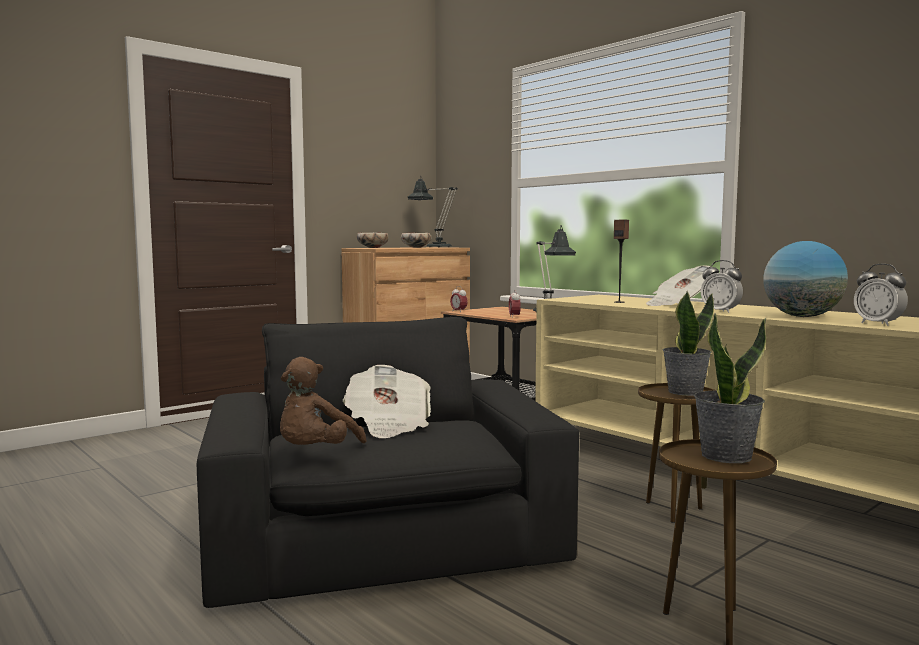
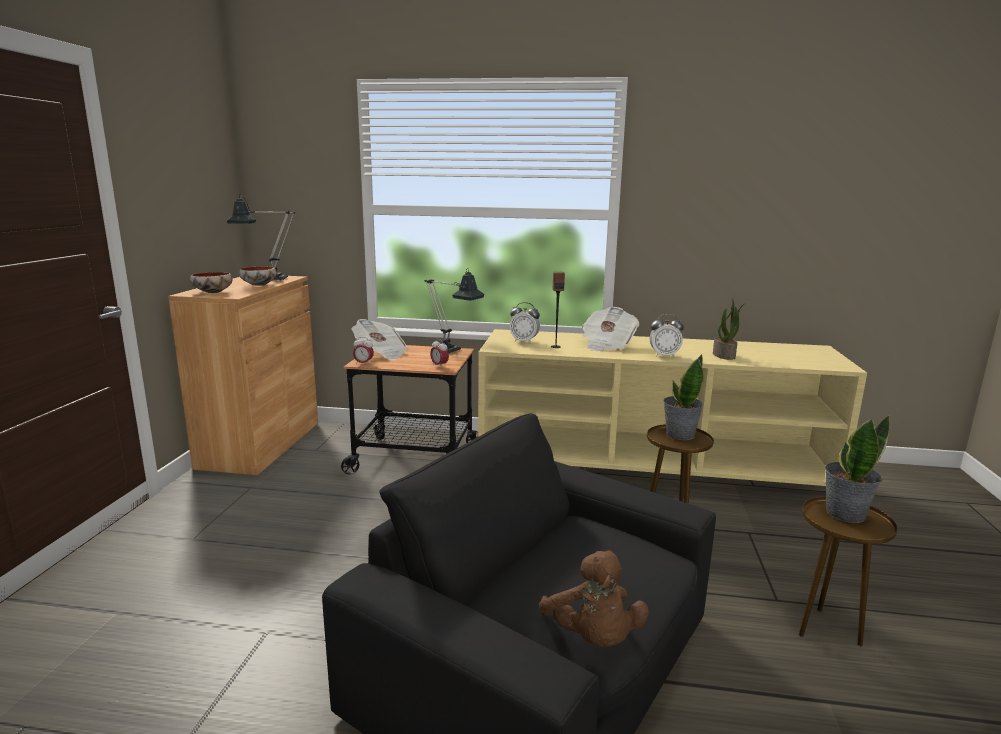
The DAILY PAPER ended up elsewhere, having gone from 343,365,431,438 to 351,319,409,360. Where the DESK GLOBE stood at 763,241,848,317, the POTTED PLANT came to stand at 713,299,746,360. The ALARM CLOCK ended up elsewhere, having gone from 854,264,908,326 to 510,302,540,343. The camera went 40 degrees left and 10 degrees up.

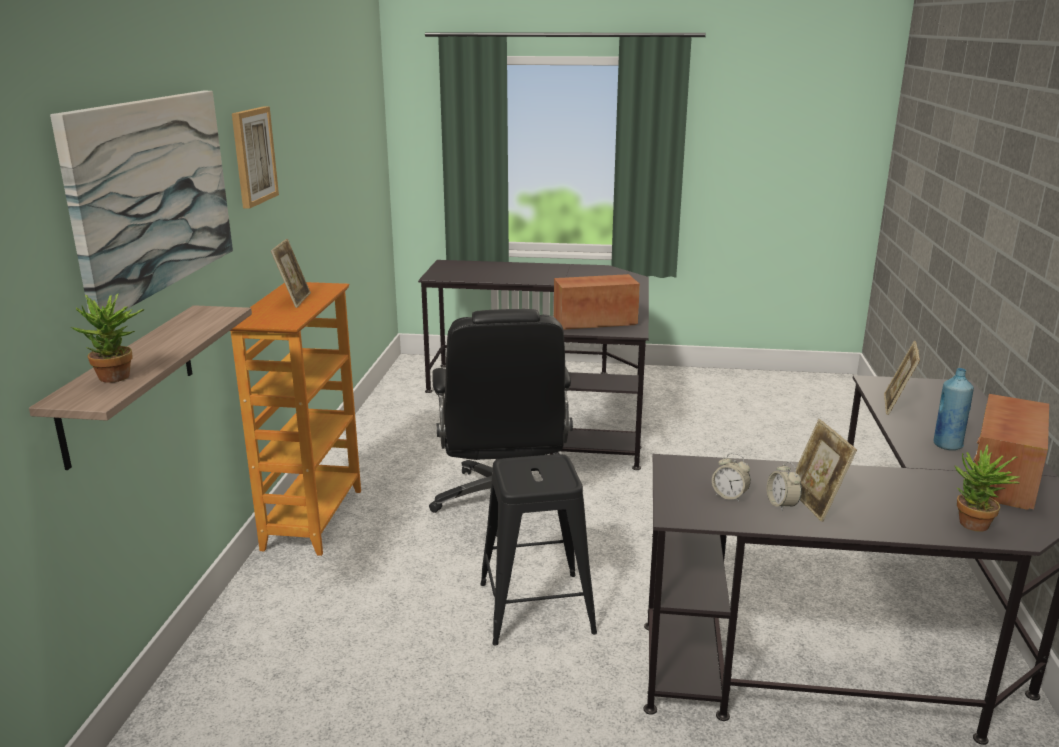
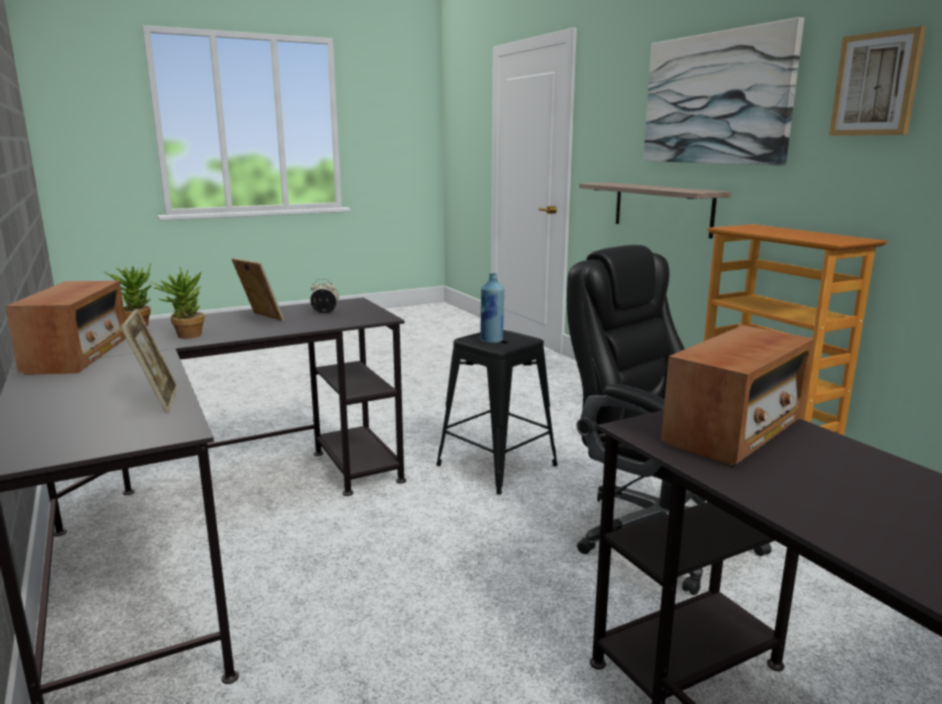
The POTTED PLANT ended up elsewhere, having gone from 71,293,145,383 to 150,267,205,339. The second view lost the PHOTO FRAME at 271,239,311,308. The second view lost the ALARM CLOCK at 767,461,802,512. The BLUISH DRINK BOTTLE ended up elsewhere, having gone from 933,368,974,450 to 480,273,504,344. The camera went 145 degrees right and 5 degrees down.

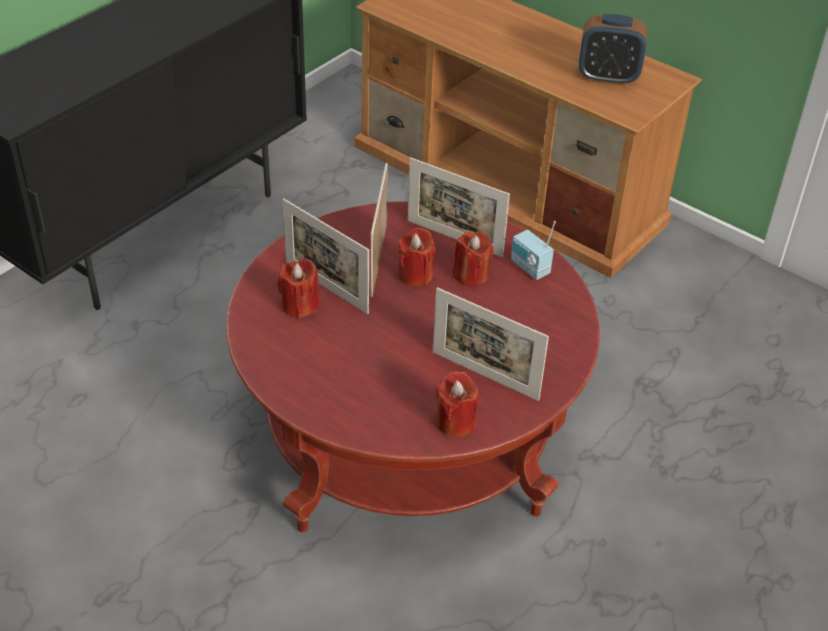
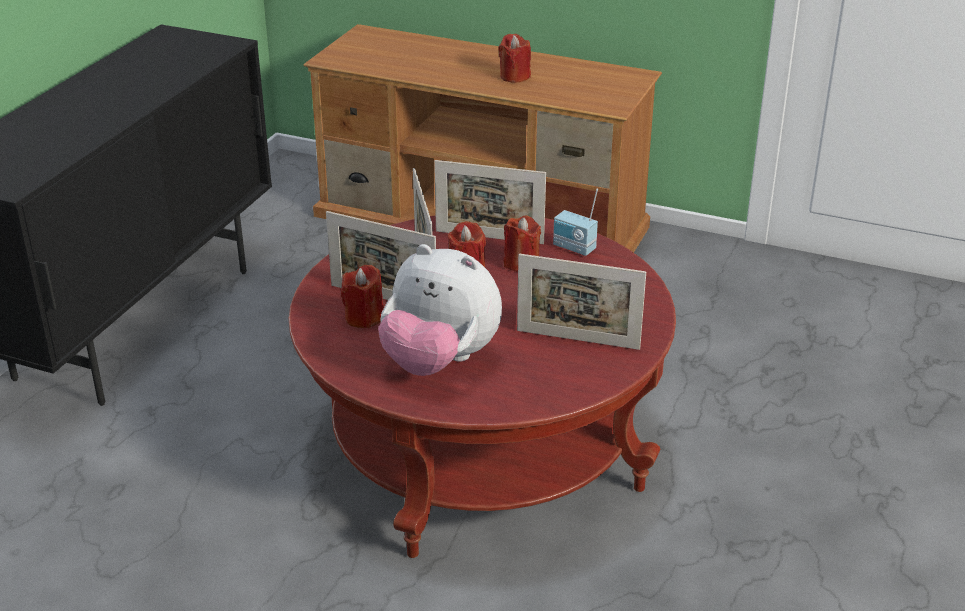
The RED CANDLE ended up elsewhere, having gone from 436,371,478,437 to 499,34,531,83. The second view lost the ALARM CLOCK at 579,14,647,86. The second view gained the SOFT TOY at 378,244,502,376. The camera went 15 degrees left and 10 degrees down.

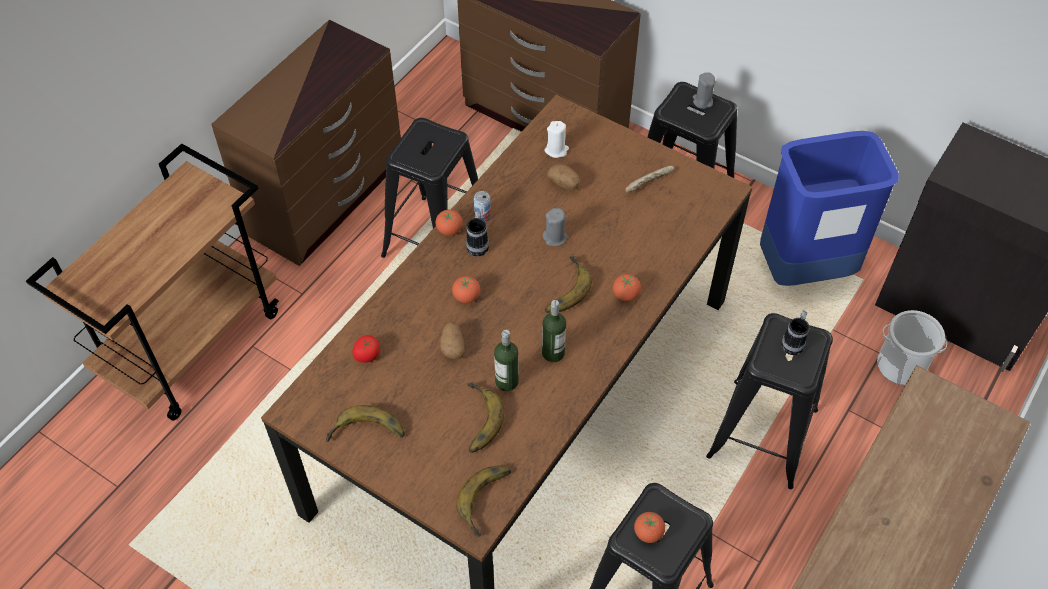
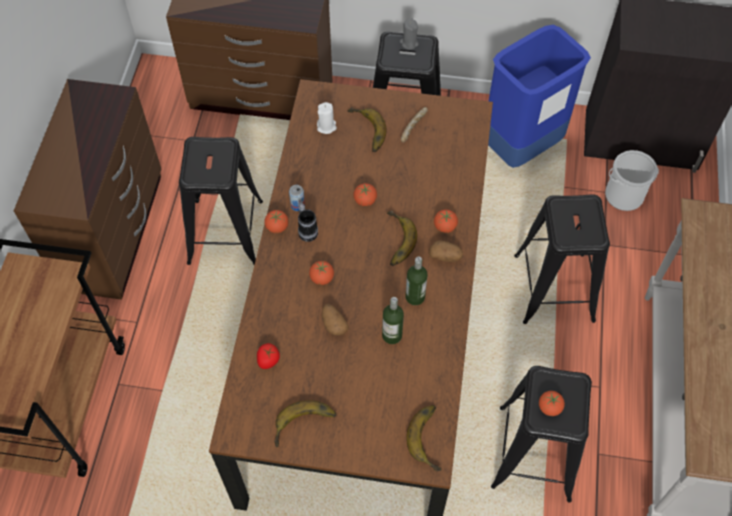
The BANANA ended up elsewhere, having gone from 468,382,504,453 to 348,107,386,152. Where the GREYISH CANDLE stood at 543,208,568,246, the FRESH TOMATO came to stand at 354,183,377,206. The SPUD ended up elsewhere, having gone from 547,164,580,190 to 429,240,463,262. The second view lost the MUG at 781,311,809,355. The camera went 25 degrees left and 5 degrees up.

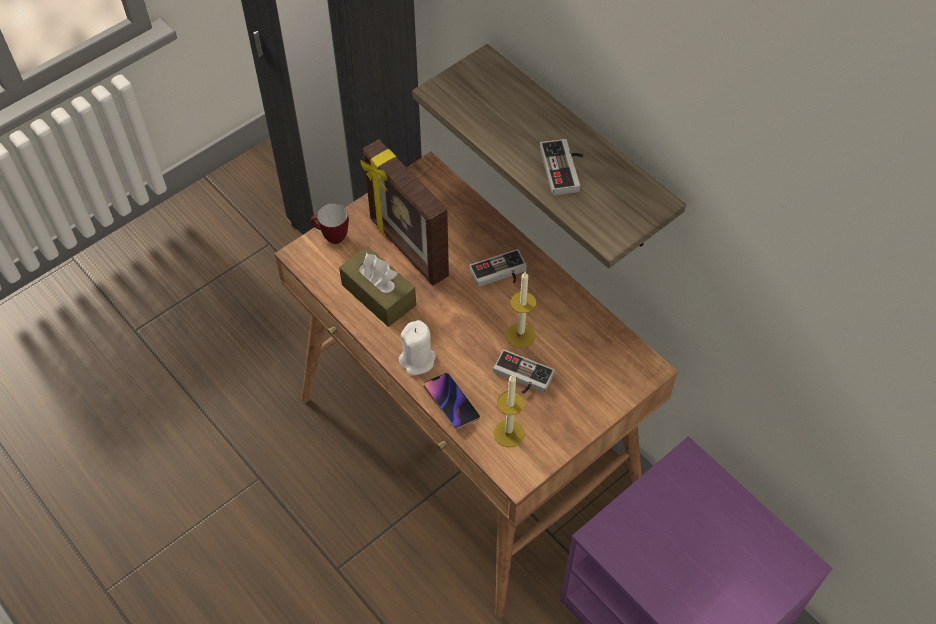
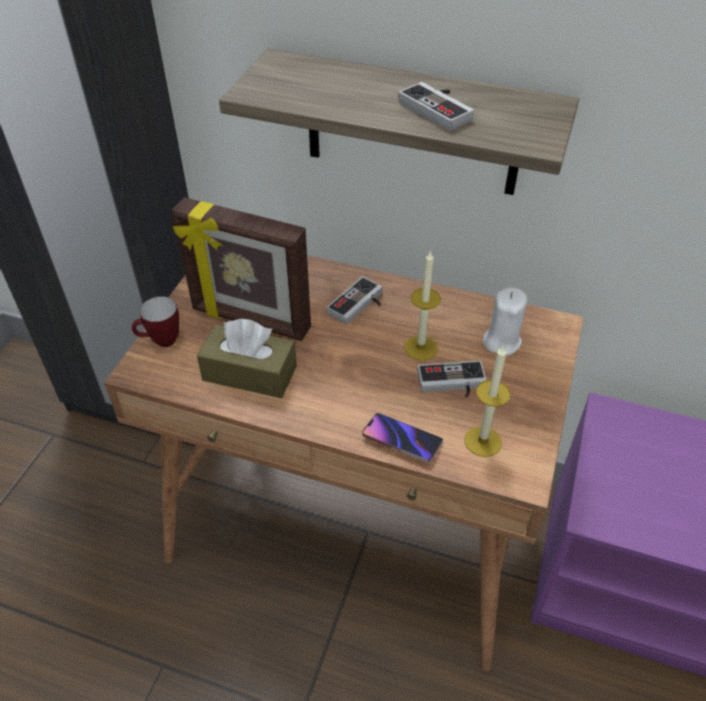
The WHITE CANDLE ended up elsewhere, having gone from 399,320,436,375 to 483,287,527,356. The camera went 30 degrees left and 10 degrees down.

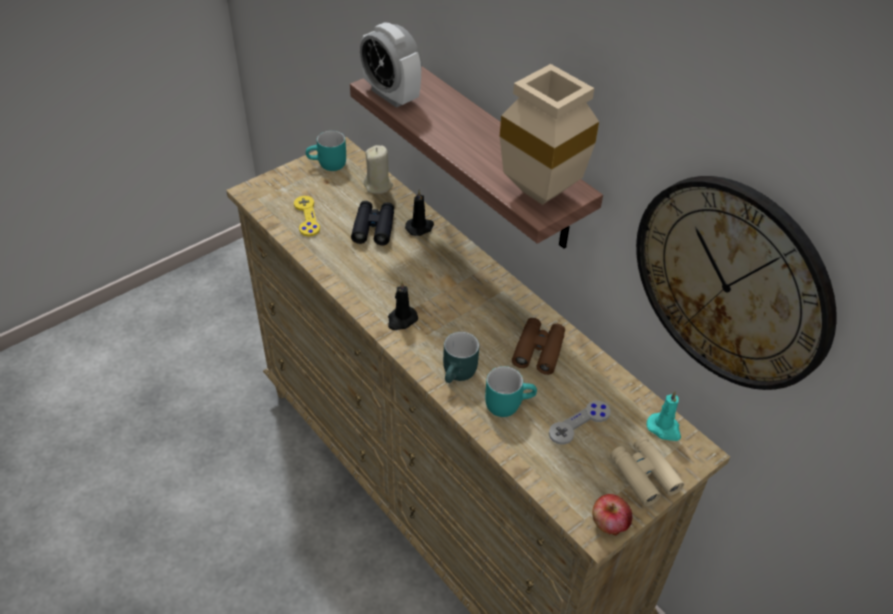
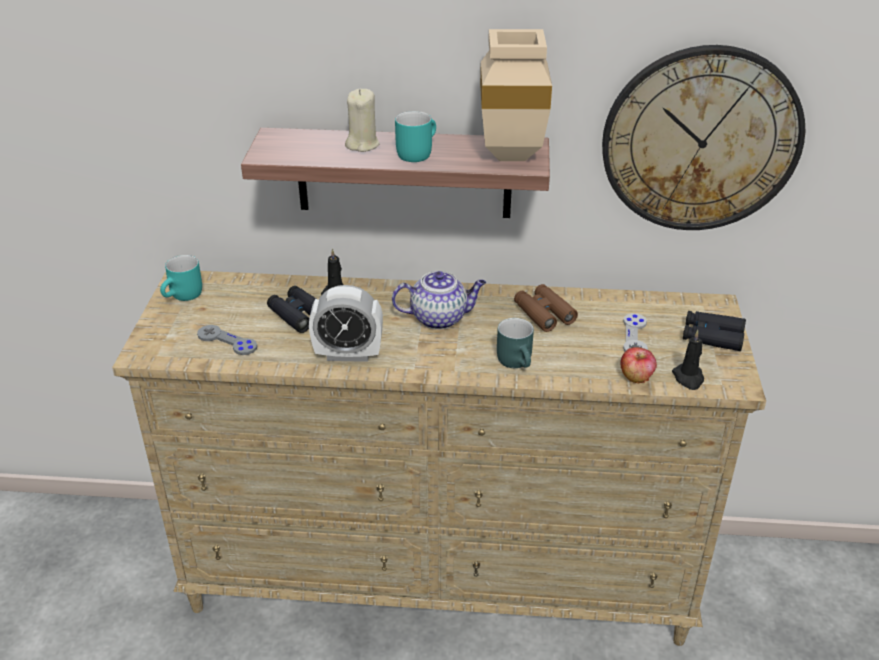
What was the YELLOW GAME CONTROLLER at 294,196,320,237 turned into the GREYISH GAME CONTROLLER at 197,325,257,355. The ALARM CLOCK ended up elsewhere, having gone from 360,23,422,108 to 309,285,383,362. The SAND-COLOURED CANDLE ended up elsewhere, having gone from 364,145,393,194 to 345,89,380,152. The BLACK-COLOURED CANDLE ended up elsewhere, having gone from 388,281,418,330 to 672,330,704,390. The TURQUOISE-COLOURED MUG ended up elsewhere, having gone from 485,366,537,417 to 395,111,436,162. The WHOLE APPLE ended up elsewhere, having gone from 592,494,633,536 to 620,347,657,384. What was the SAND-COLOURED FIELD GLASSES at 610,436,684,506 turned into the BLACK-COLOURED FIELD GLASSES at 683,311,746,351. The second view lost the TURQUOISE-COLOURED CANDLE at 647,391,681,441. The second view gained the TEAPOT at 392,271,486,330. The camera went 45 degrees left and 10 degrees down.

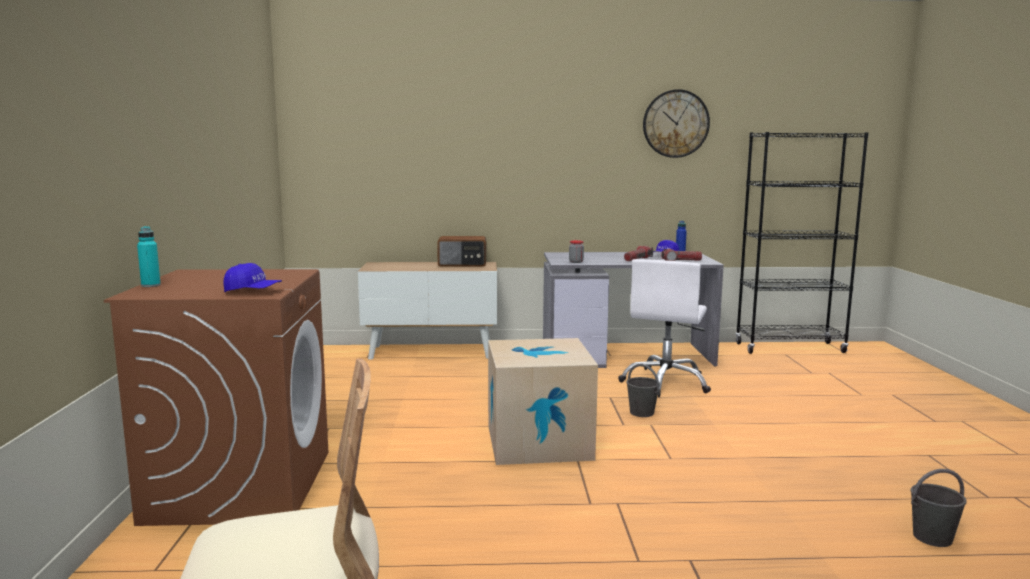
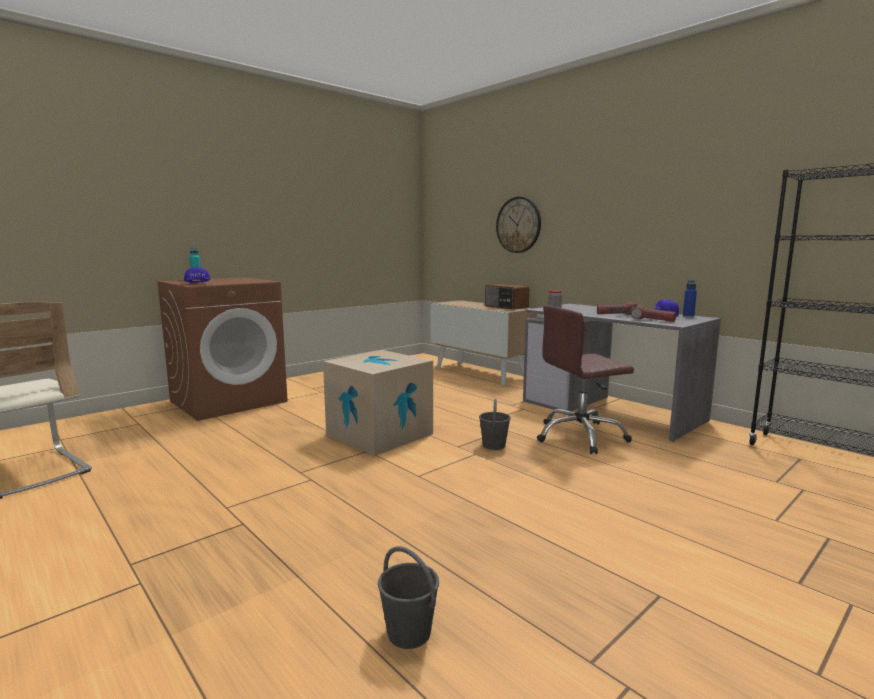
What was the WHITE DESK CHAIR at 618,259,711,397 turned into the BROWN-COLOURED DESK CHAIR at 537,305,634,454. The CLOCK ON THE WALL ended up elsewhere, having gone from 643,89,710,158 to 496,197,541,253. The camera went 50 degrees right and 0 degrees up.

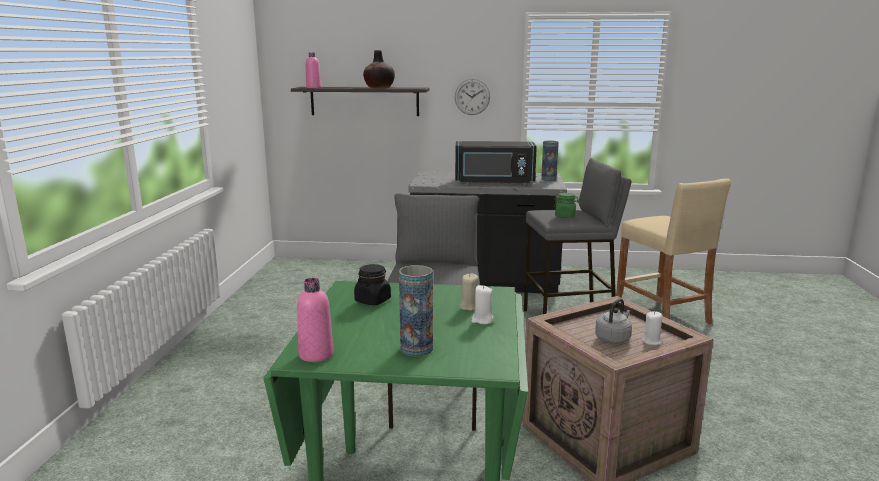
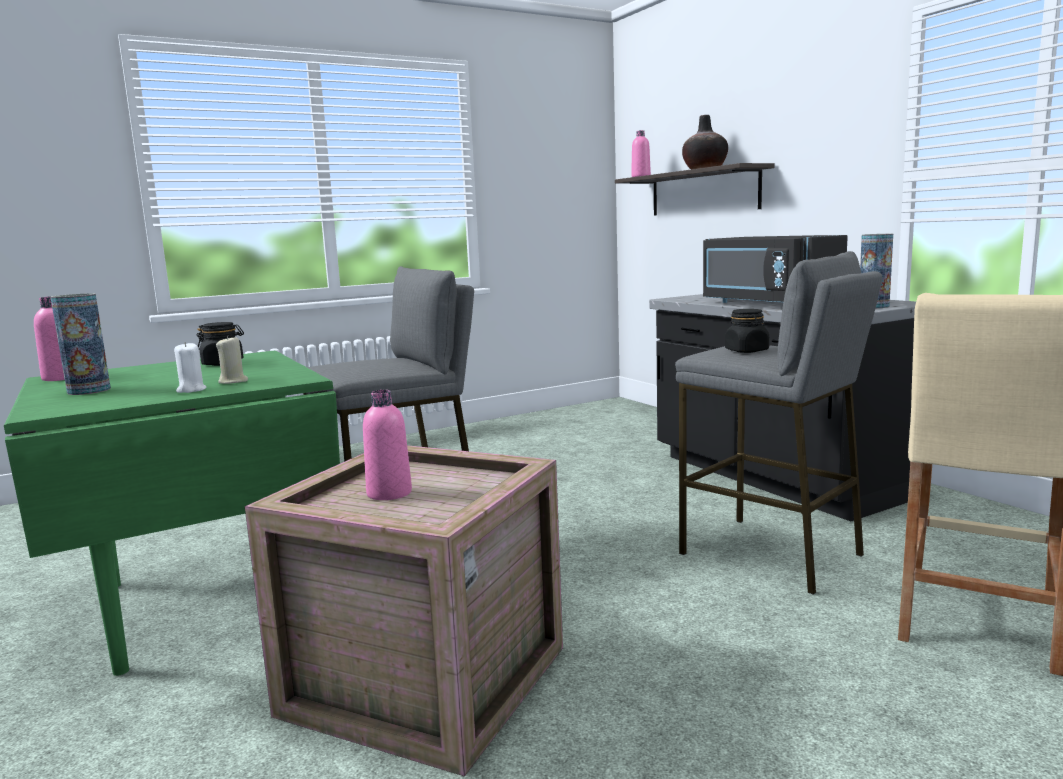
The second view lost the CLOCK ON THE WALL at 455,79,490,115. What was the GREEN-COLOURED JAR at 553,193,579,218 turned into the BLACK-COLOURED JAR at 725,309,769,353. Where the GREYISH WATER KETTLE stood at 595,298,632,344, the PINK-COLOURED DRINK BOTTLE came to stand at 363,390,412,500. The second view lost the WHITE CANDLE at 641,312,662,345. The camera went 55 degrees right and 5 degrees down.

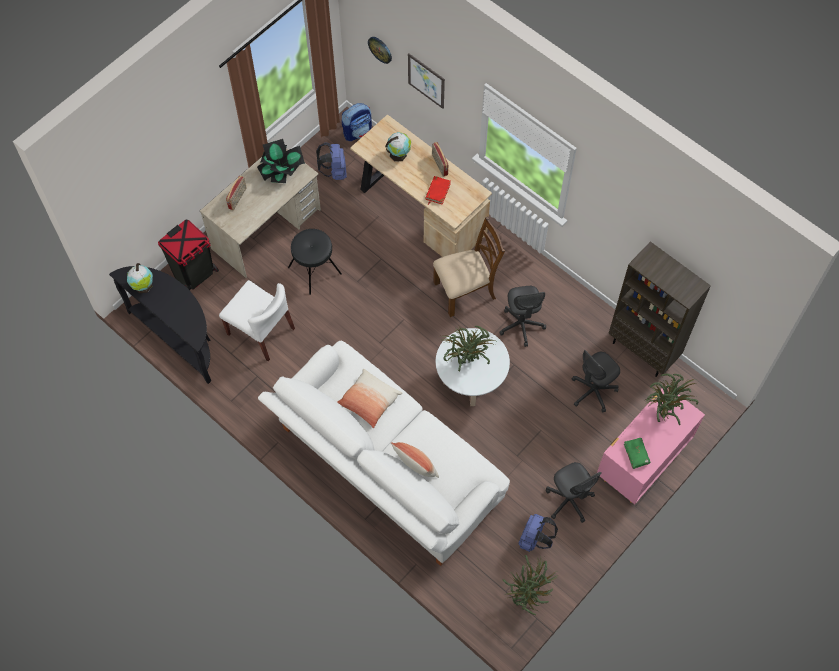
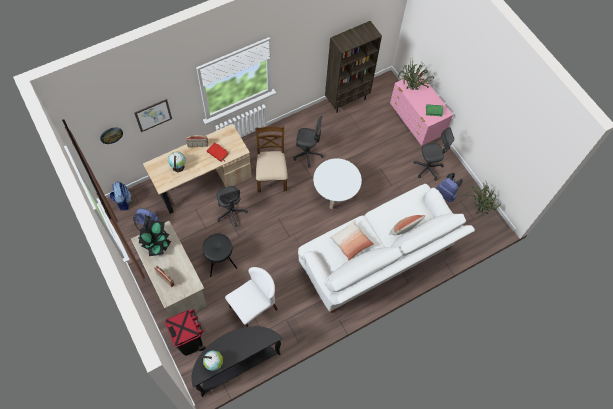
The second view lost the POTTED PLANT at 441,326,495,371. The GREYISH DESK CHAIR ended up elsewhere, having gone from 572,350,620,413 to 216,186,248,227. The camera went 75 degrees left and 0 degrees up.

